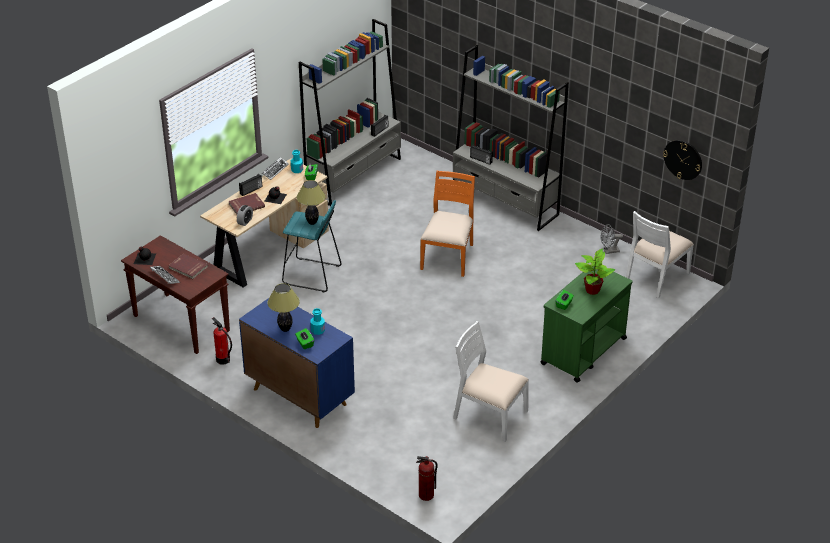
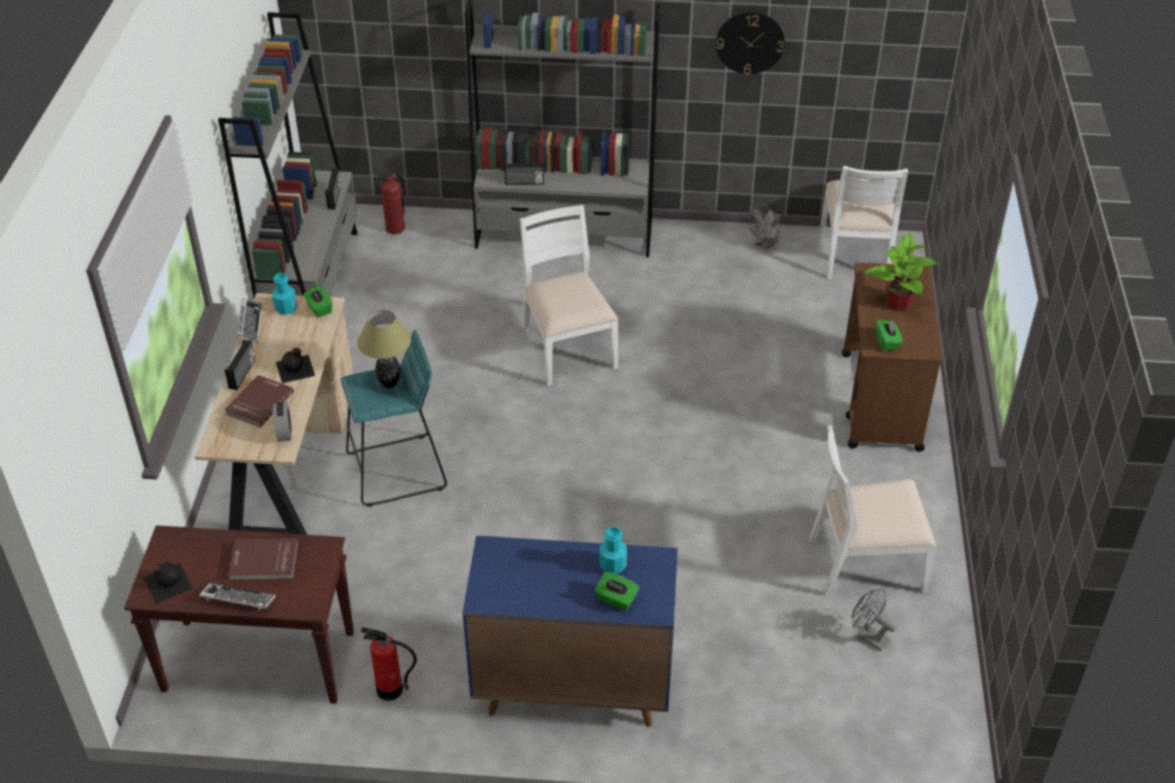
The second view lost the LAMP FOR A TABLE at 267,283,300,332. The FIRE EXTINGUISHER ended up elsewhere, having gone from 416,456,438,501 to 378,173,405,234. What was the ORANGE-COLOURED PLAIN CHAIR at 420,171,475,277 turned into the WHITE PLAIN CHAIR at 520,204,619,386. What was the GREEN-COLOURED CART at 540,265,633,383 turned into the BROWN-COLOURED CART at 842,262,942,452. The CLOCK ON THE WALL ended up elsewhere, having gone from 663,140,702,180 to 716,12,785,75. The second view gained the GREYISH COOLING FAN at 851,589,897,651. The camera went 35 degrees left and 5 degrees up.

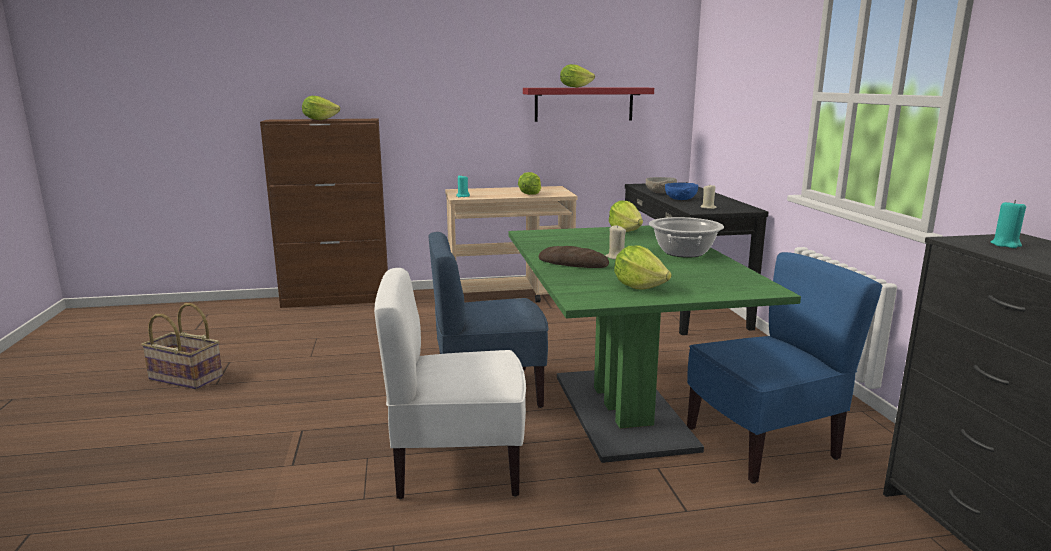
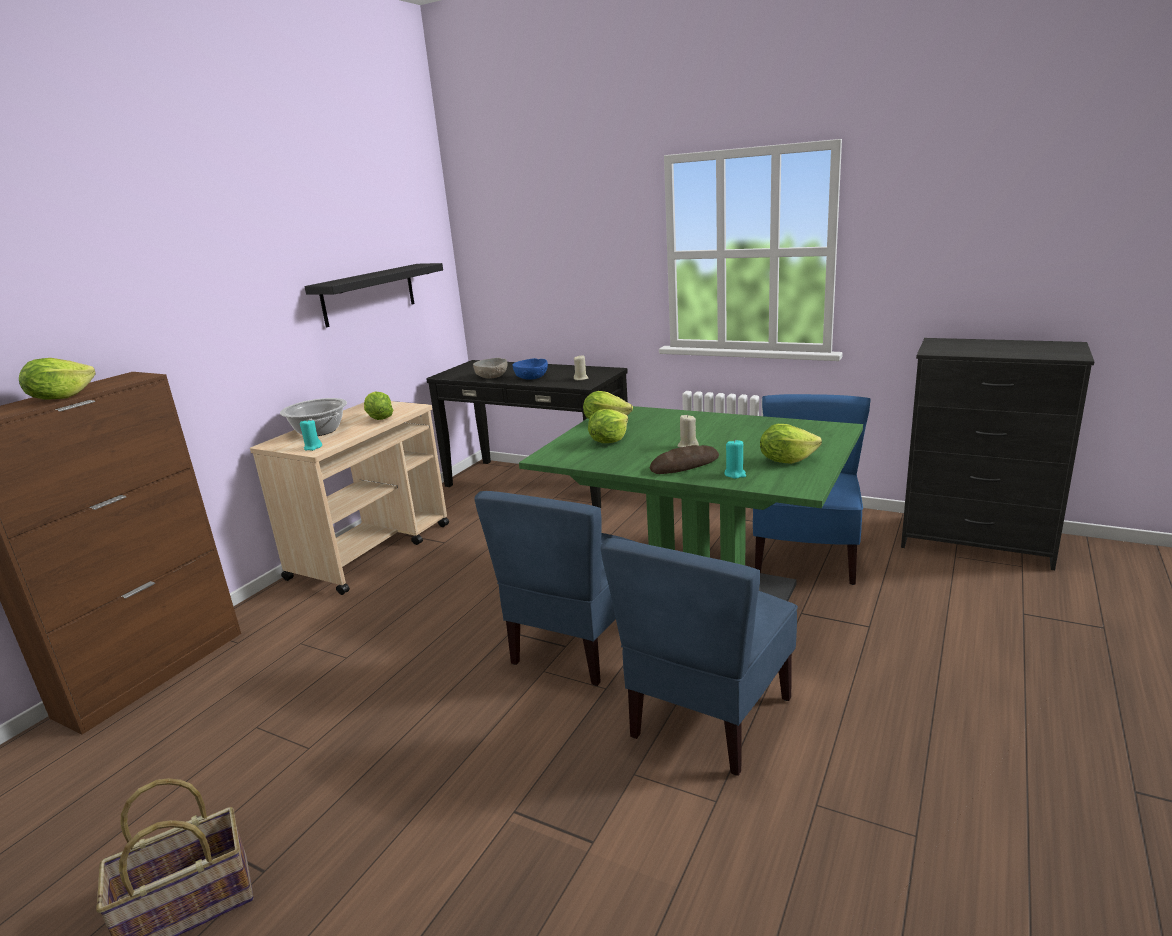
What was the WHITE PLAIN CHAIR at 374,268,526,499 turned into the BLUISH PLAIN CHAIR at 601,538,798,776. What was the RED BRACKET SHELF at 523,87,654,122 turned into the BLACK-COLOURED BRACKET SHELF at 304,263,443,327. The LETTUCE HEAD ended up elsewhere, having gone from 560,64,595,88 to 588,409,628,443. The STOCKPOT ended up elsewhere, having gone from 649,217,724,258 to 280,398,347,436. The TURQUOISE-COLOURED CANDLE ended up elsewhere, having gone from 990,200,1026,248 to 724,440,746,479. The camera went 50 degrees left and 5 degrees up.

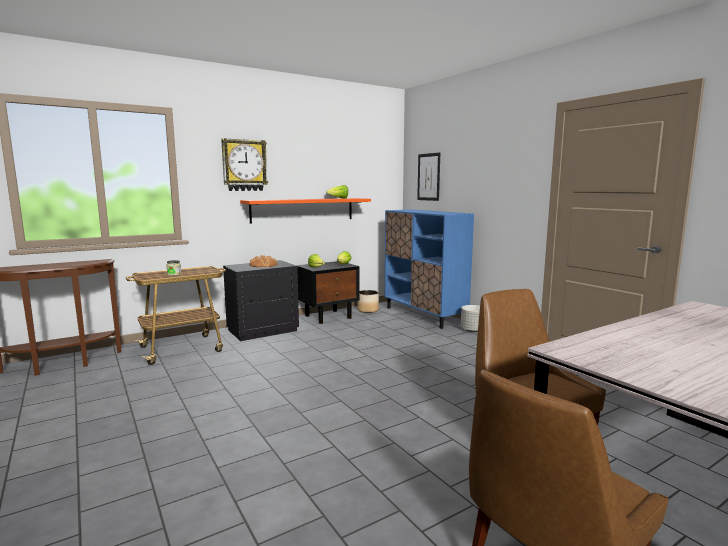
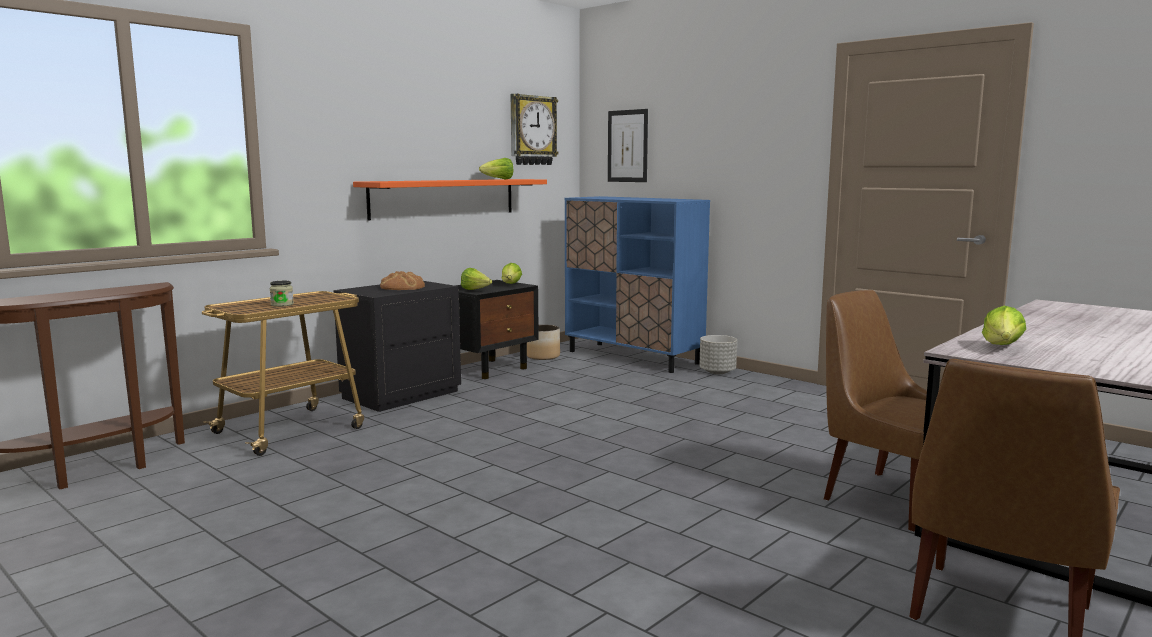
The CLOCK ON THE WALL ended up elsewhere, having gone from 221,138,268,191 to 511,94,559,165. The second view gained the LETTUCE HEAD at 982,306,1026,345. The camera went 15 degrees left and 0 degrees up.

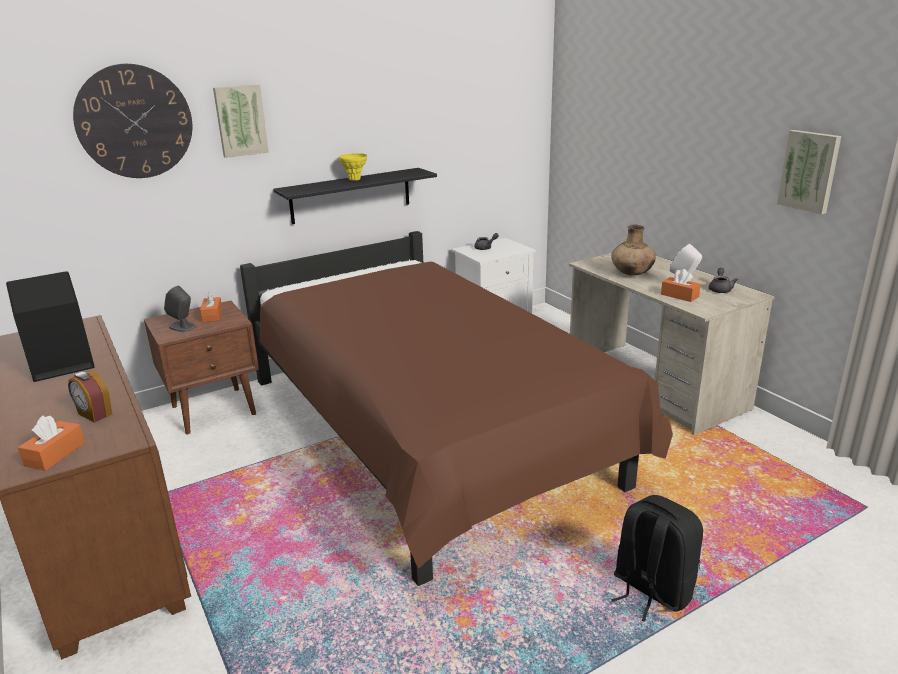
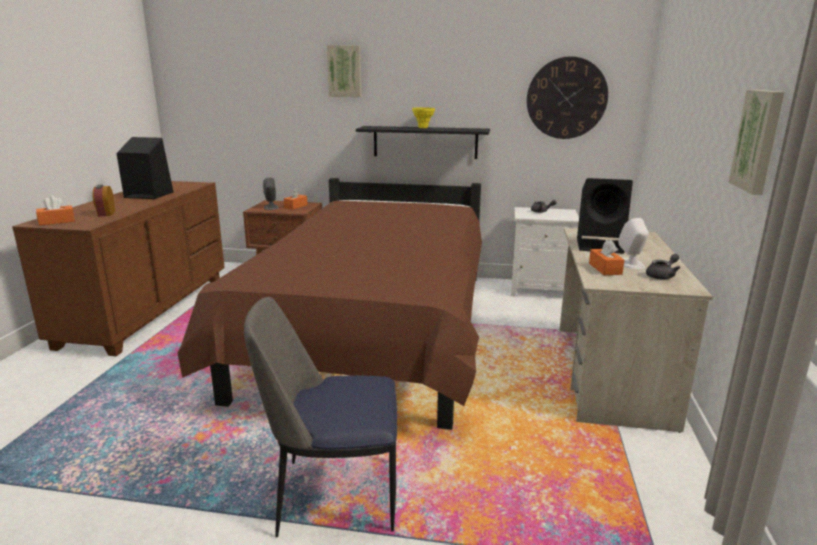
The CLOCK ON THE WALL ended up elsewhere, having gone from 73,64,192,178 to 527,56,608,139. Where the BROWN-COLOURED VASE stood at 611,224,656,276, the BLACK-COLOURED LOUDSPEAKER came to stand at 577,178,633,254. Where the BLACK-COLOURED KNAPSACK stood at 611,495,703,622, the PLAIN CHAIR came to stand at 244,297,397,537. The camera went 40 degrees right and 5 degrees down.

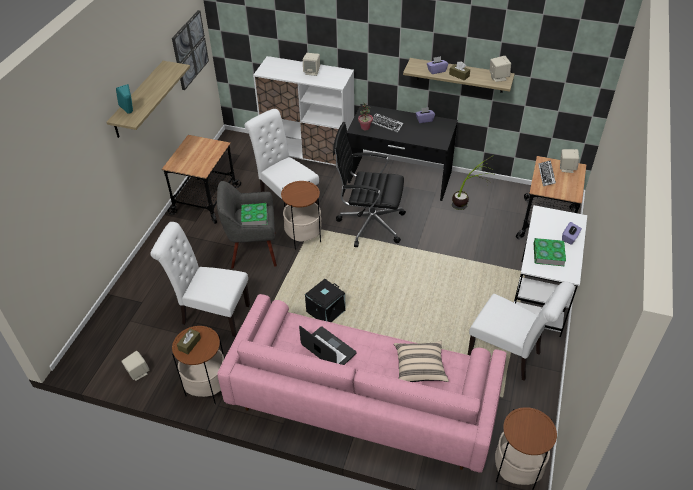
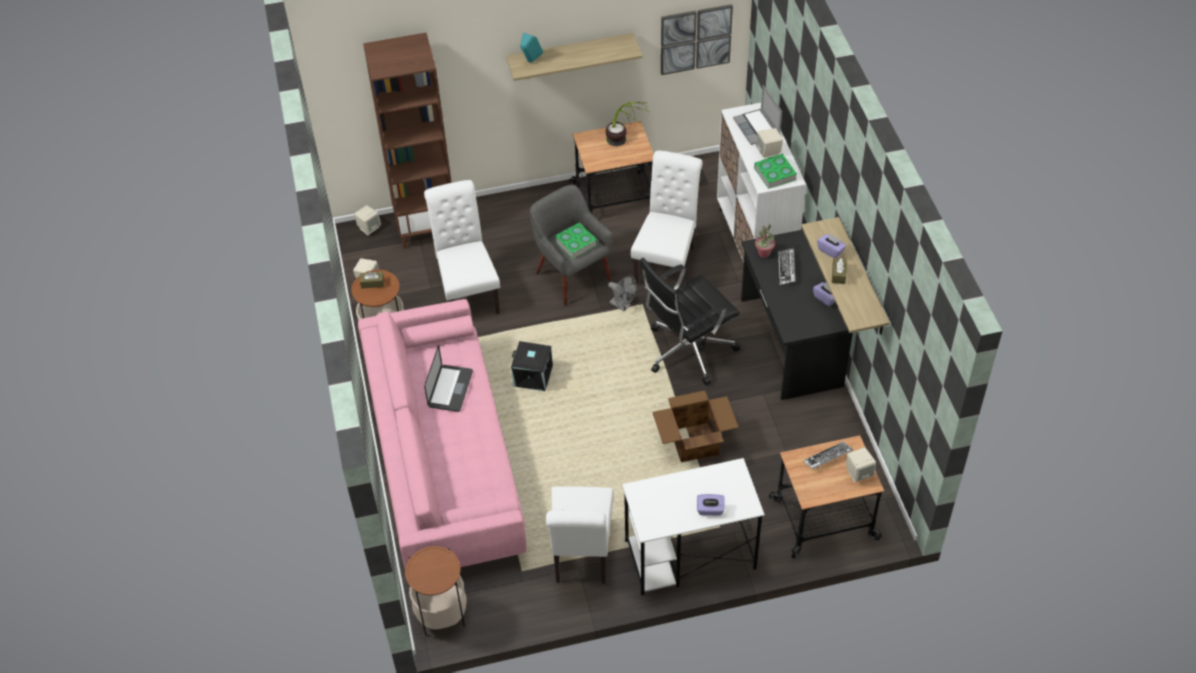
Where the ACCENT TABLE stood at 281,181,322,250, the GREYISH COOLING FAN came to stand at 608,276,637,311. The BLACK-COLOURED DESK CHAIR at 333,122,406,247 ended up facing another way, 105 degrees counterclockwise from before. The second view lost the SAND-COLOURED THROW PILLOW at 394,341,449,382. The POTTED PLANT ended up elsewhere, having gone from 452,155,496,210 to 606,102,650,146. The SAND-COLOURED LOUDSPEAKER ended up elsewhere, having gone from 490,56,511,82 to 354,205,381,235. The VOLUME ended up elsewhere, having gone from 534,238,566,266 to 754,154,797,189. The second view gained the BROWN-COLOURED BOOKCASE at 363,33,452,249. The second view gained the CARDBOARD BOX at 652,391,739,462. The second view gained the PORTABLE COMPUTER at 733,85,782,145. The camera went 60 degrees right and 5 degrees up.

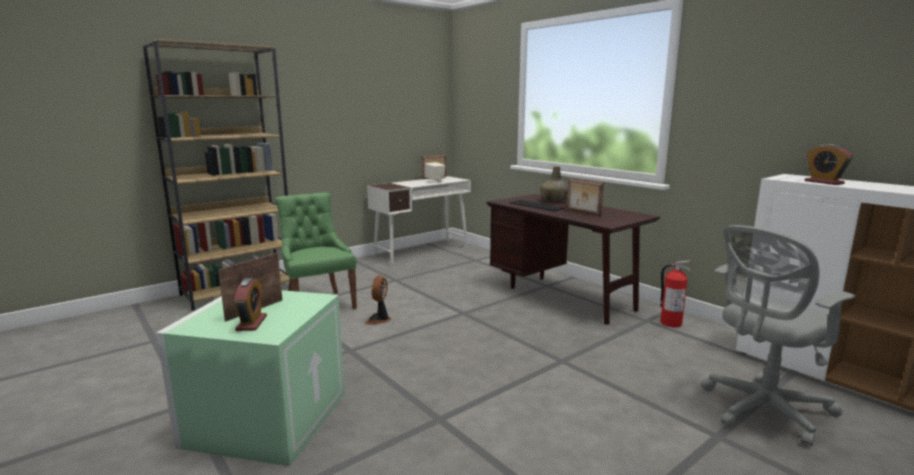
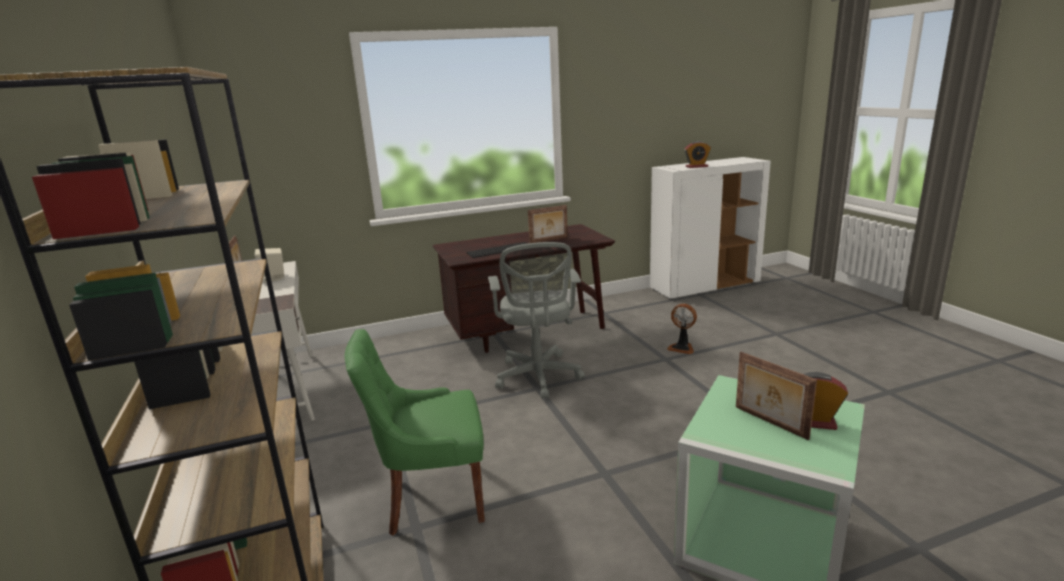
The COOLING FAN ended up elsewhere, having gone from 365,276,391,325 to 667,303,697,354. The second view lost the GREEN-COLOURED DRINK BOTTLE at 540,166,568,202. The second view lost the FIRE EXTINGUISHER at 660,260,691,328. The GREYISH DESK CHAIR ended up elsewhere, having gone from 701,225,856,447 to 488,242,585,399. The camera went 70 degrees left and 5 degrees up.

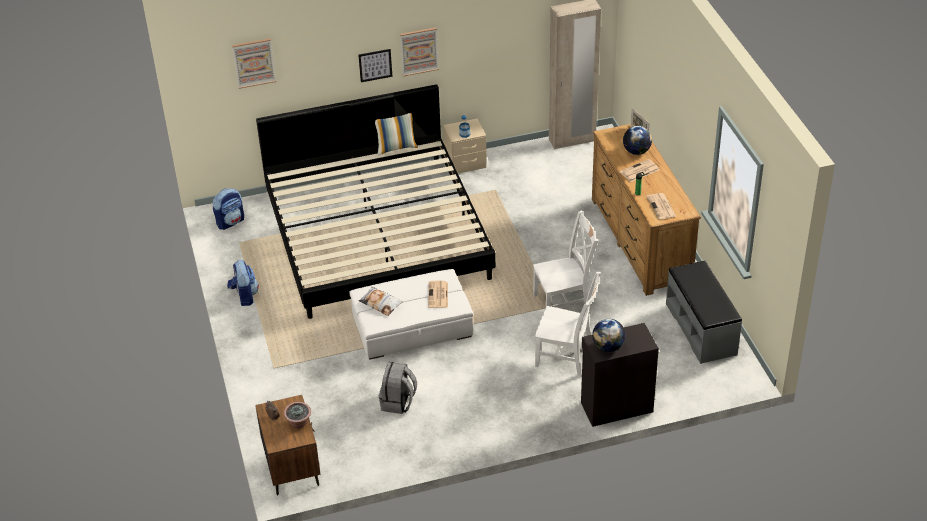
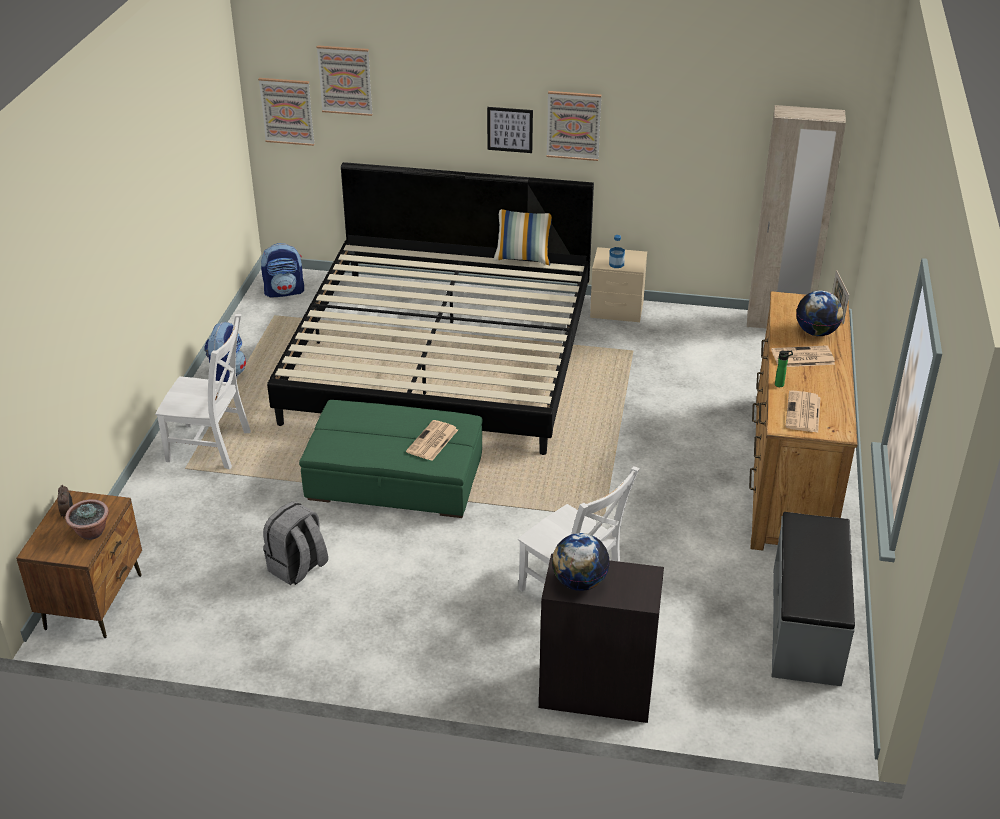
What was the WHITE FOOTREST at 349,269,473,360 turned into the GREEN-COLOURED FOOTREST at 299,400,483,518. The second view lost the THROW PILLOW at 359,287,403,316. The WHITE PLAIN CHAIR ended up elsewhere, having gone from 533,210,598,314 to 155,314,251,469. The second view gained the PICTURE at 258,78,315,146. The camera went 25 degrees right and 5 degrees down.

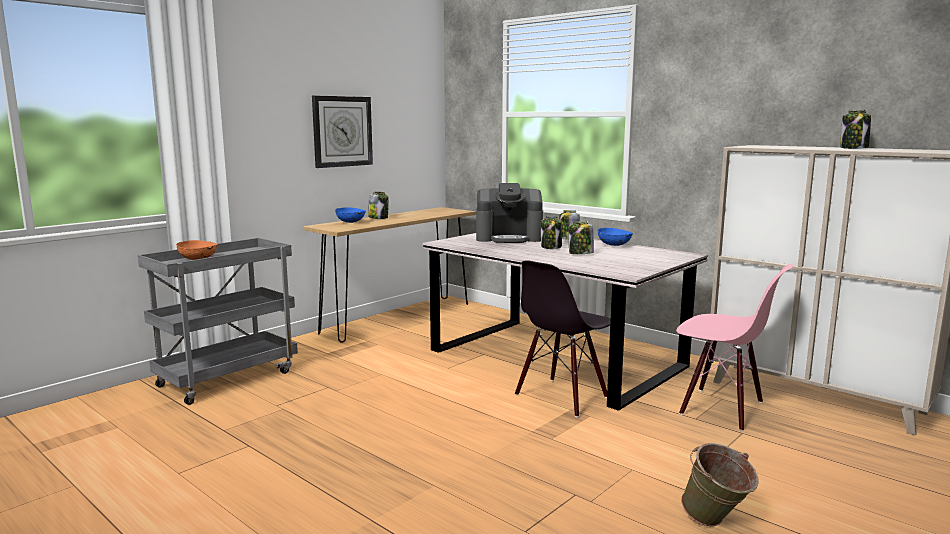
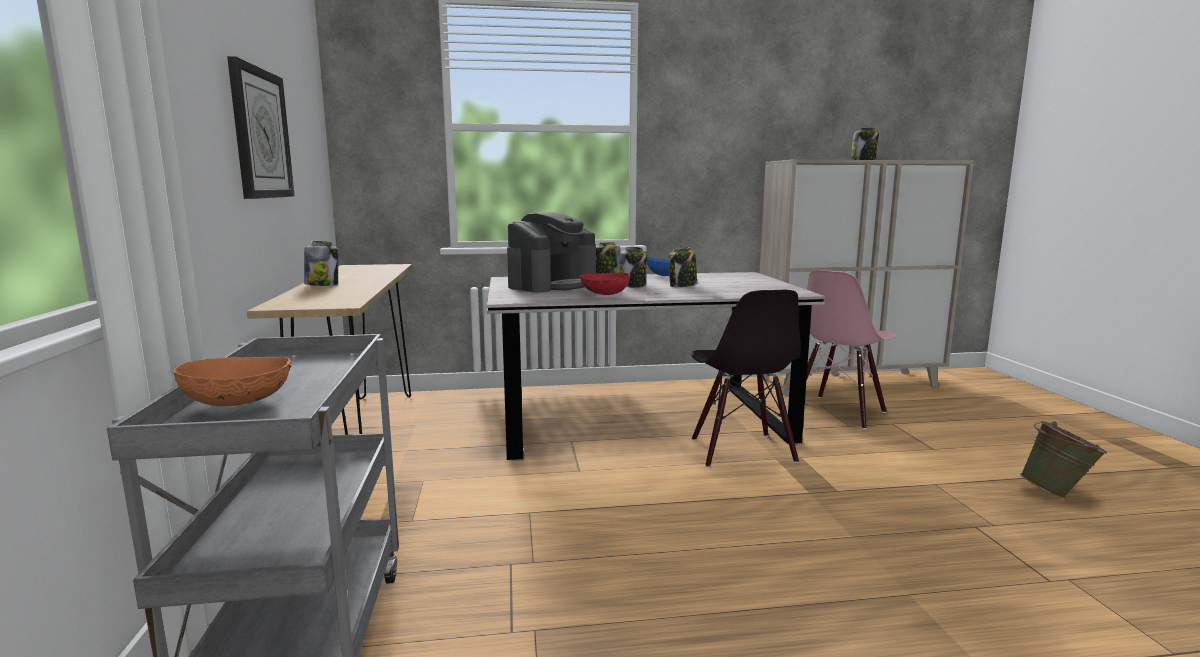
The second view lost the BLUISH SERVING BOWL at 335,207,366,223. The PINK-COLOURED PLAIN CHAIR at 676,264,793,431 ended up facing another way, 150 degrees clockwise from before. The second view gained the RED SERVING BOWL at 580,273,630,295. The camera went 50 degrees left and 0 degrees up.

